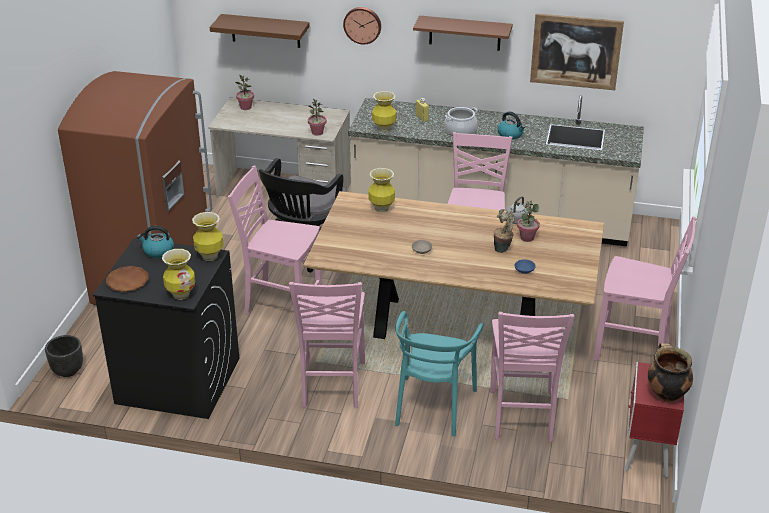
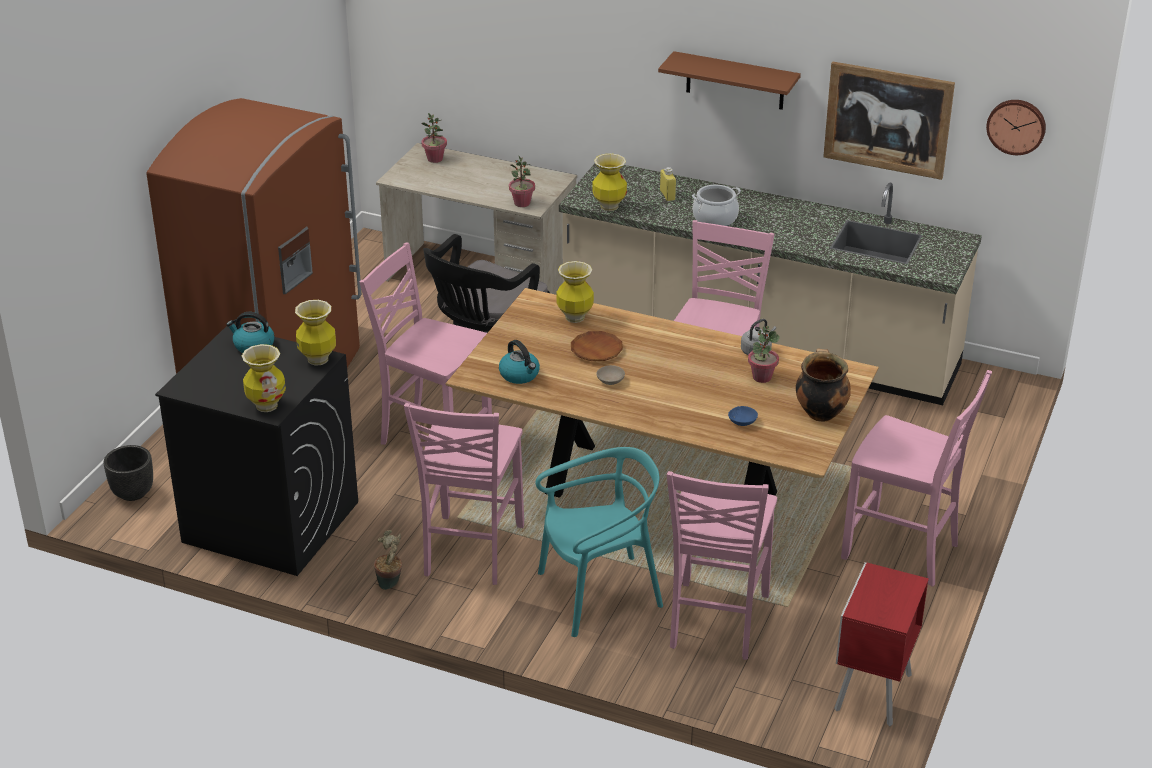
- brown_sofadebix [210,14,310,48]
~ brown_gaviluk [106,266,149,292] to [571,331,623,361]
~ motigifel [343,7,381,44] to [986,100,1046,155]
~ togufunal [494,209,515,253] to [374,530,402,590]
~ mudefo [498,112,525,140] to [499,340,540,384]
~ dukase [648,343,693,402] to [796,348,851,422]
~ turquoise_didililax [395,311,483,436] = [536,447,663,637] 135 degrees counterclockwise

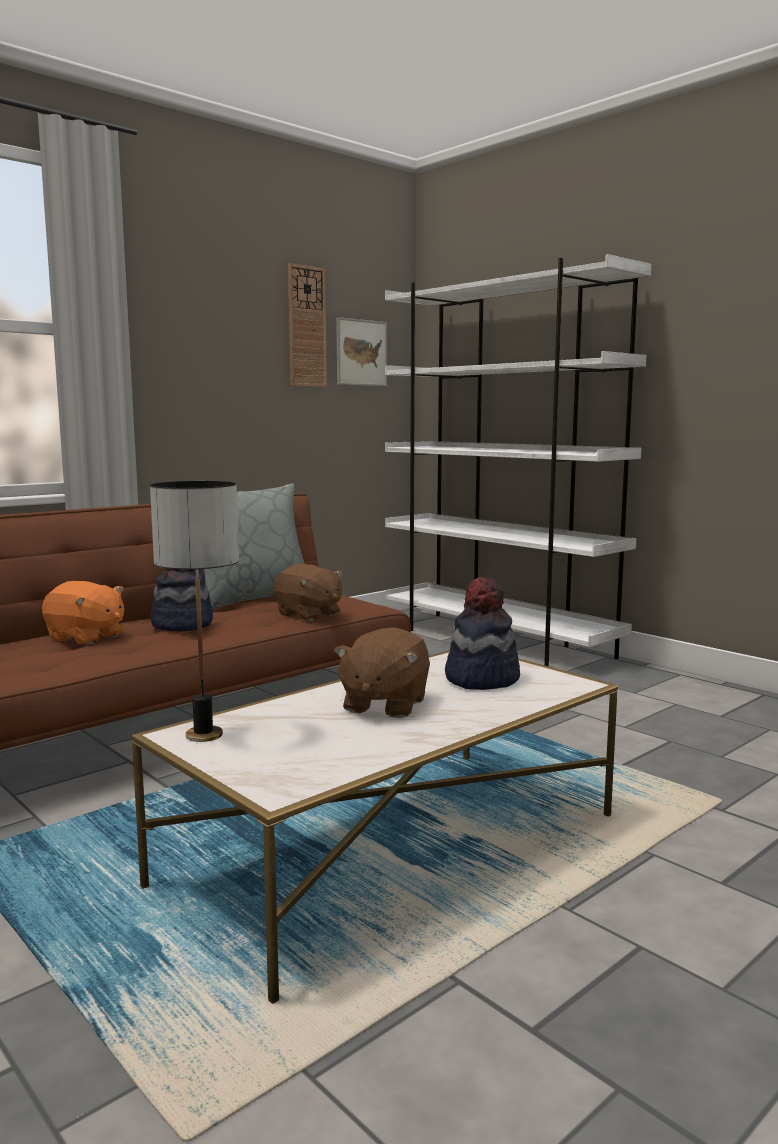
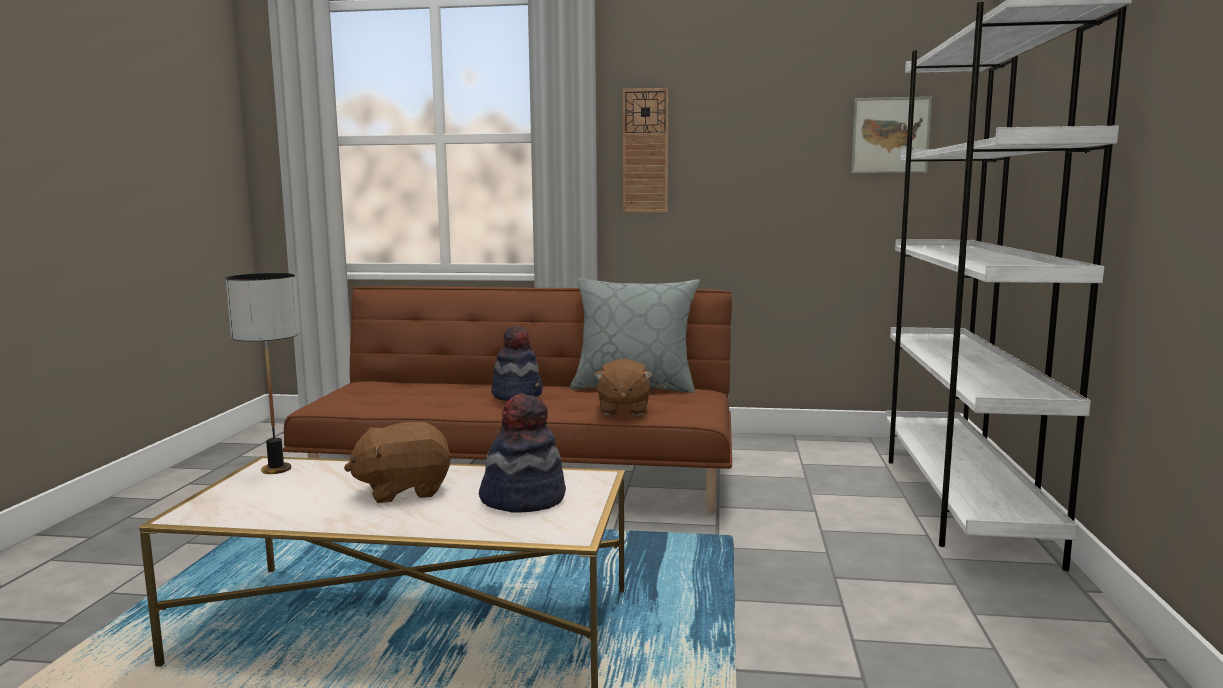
- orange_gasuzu [42,581,124,645]
~ motigifel [288,264,327,387] to [623,88,668,212]

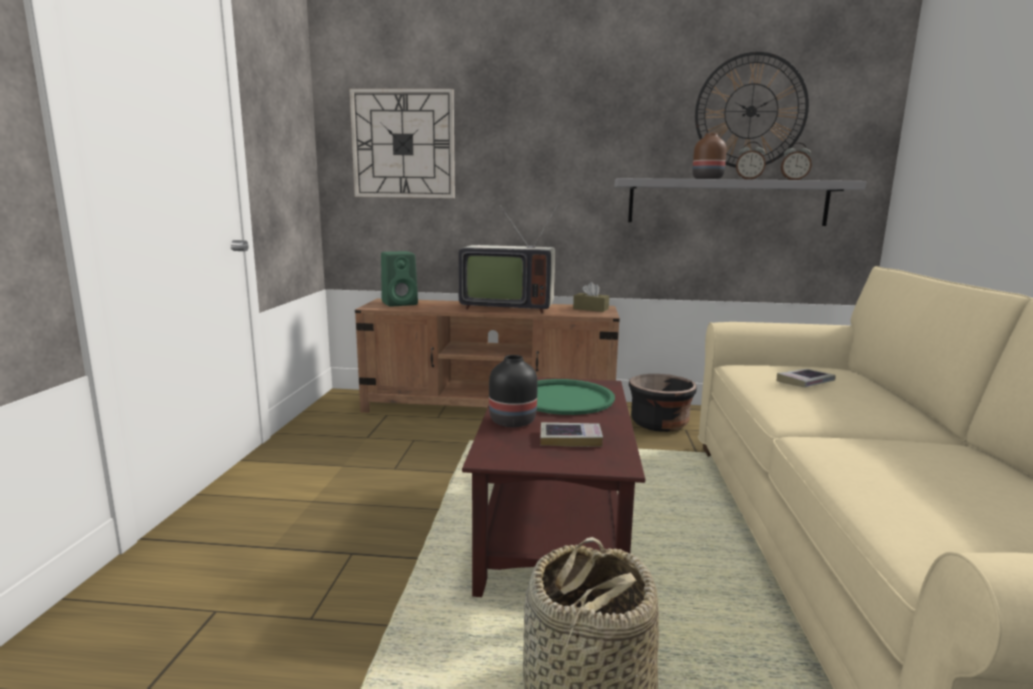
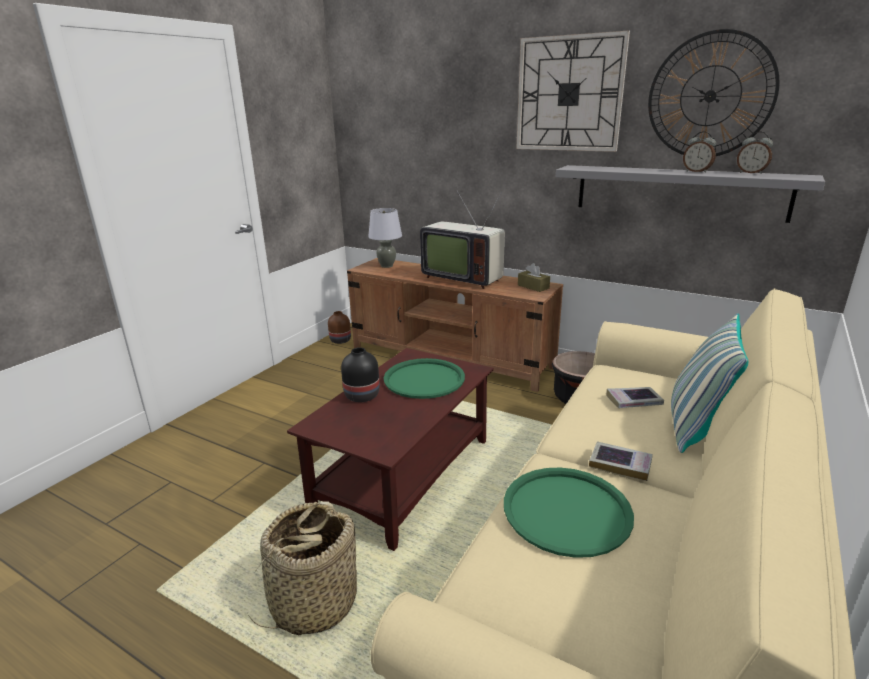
+ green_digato [504,468,634,558]
+ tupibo [671,314,748,453]
~ motigifel [350,89,455,198] to [516,30,630,152]
~ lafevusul [540,422,603,447] to [589,441,653,481]
~ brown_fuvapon [692,133,727,179] to [328,311,351,344]
~ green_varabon [381,251,418,307] to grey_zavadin [368,208,402,268]

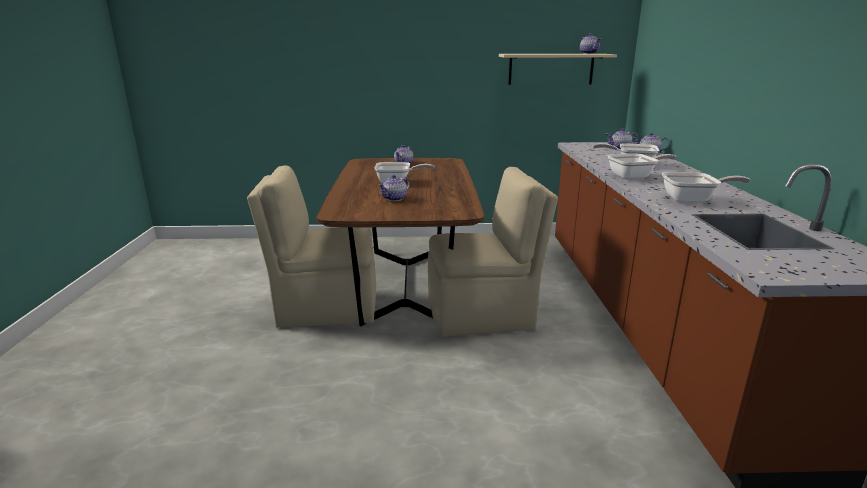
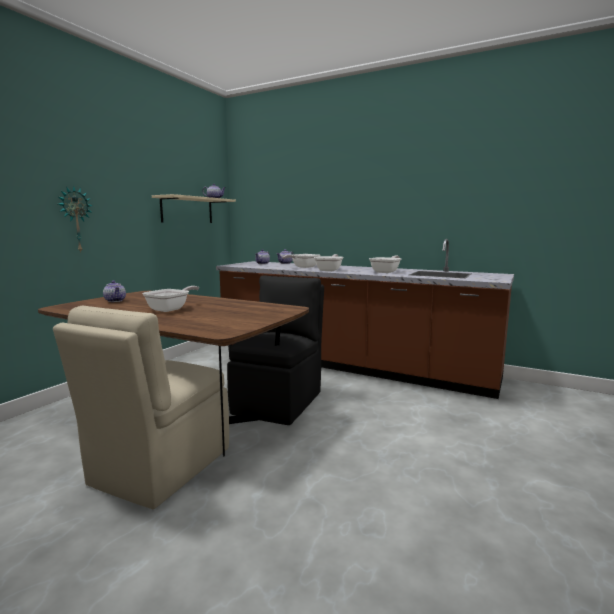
- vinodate [378,175,410,201]
+ motigifel [58,186,92,253]
~ beige_didililax [428,167,558,337] to black_didililax [227,275,324,425]

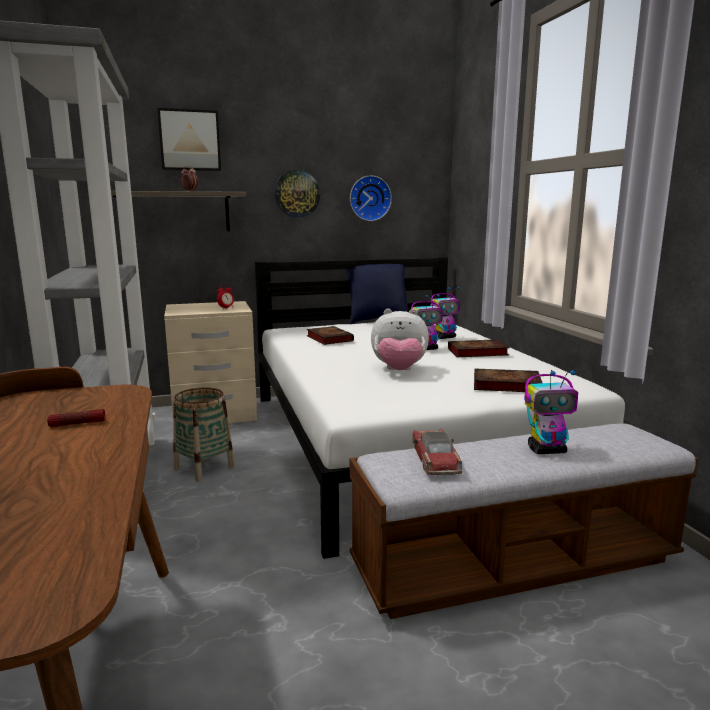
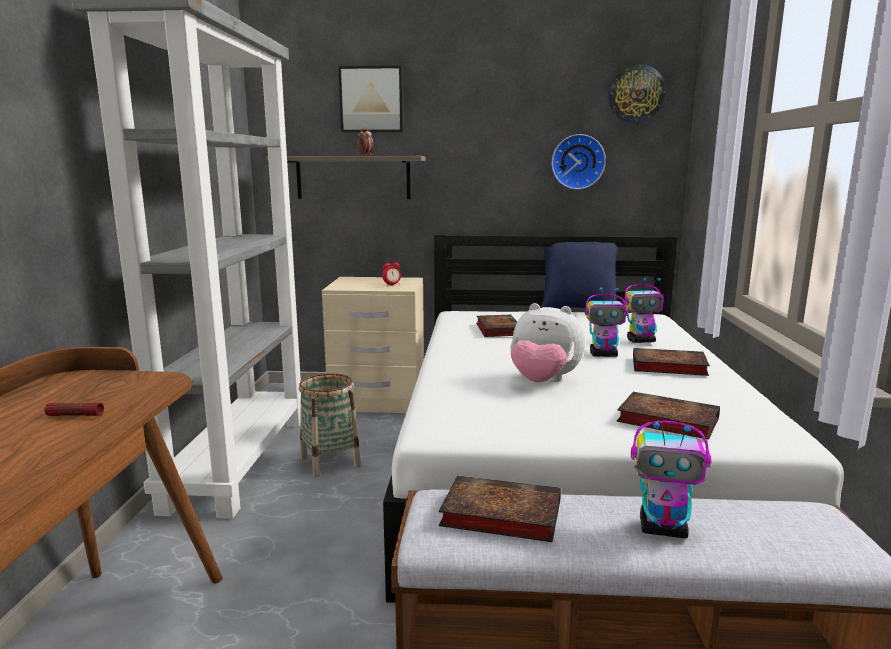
~ motigifel [275,170,320,218] to [608,64,666,123]
~ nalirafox [412,428,462,475] to lafevusul [439,475,561,542]

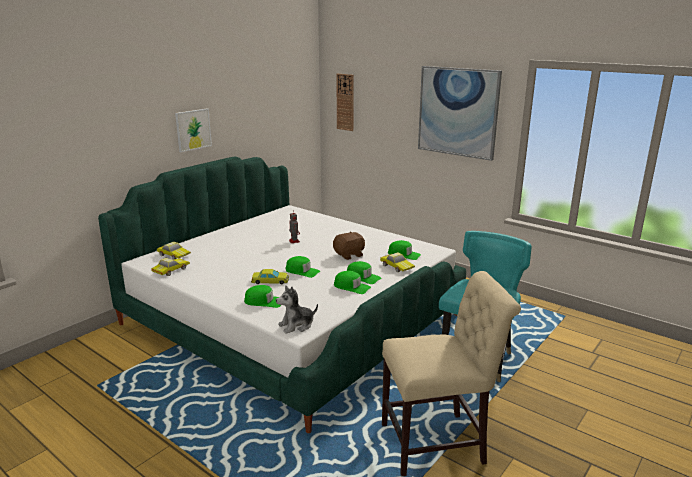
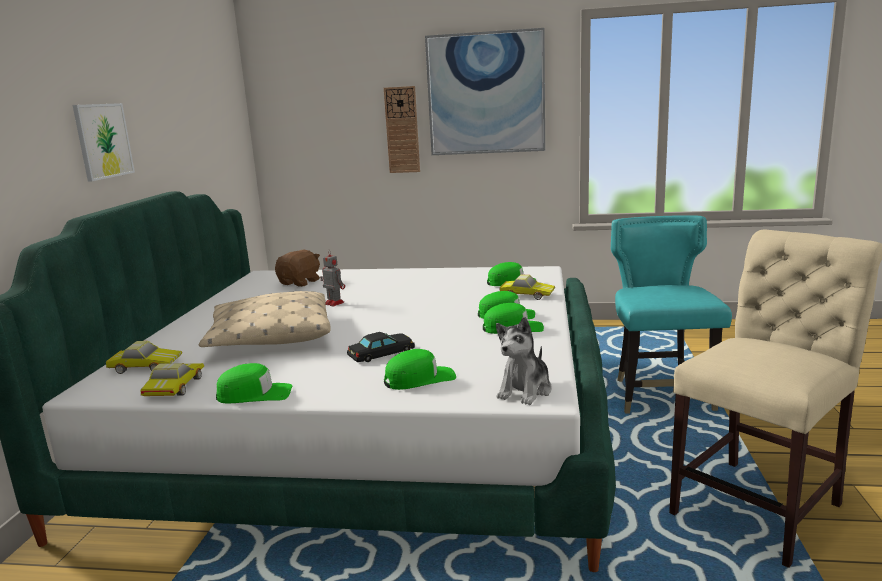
+ beige_tupibo [199,291,331,347]
~ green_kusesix [286,256,320,278] to [216,363,292,403]
~ brown_gasuzu [333,231,365,260] to [275,250,320,287]
~ motigifel [336,74,354,131] to [384,86,420,173]
~ yellow_nalirafox [251,269,289,284] to black_nalirafox [347,332,415,362]

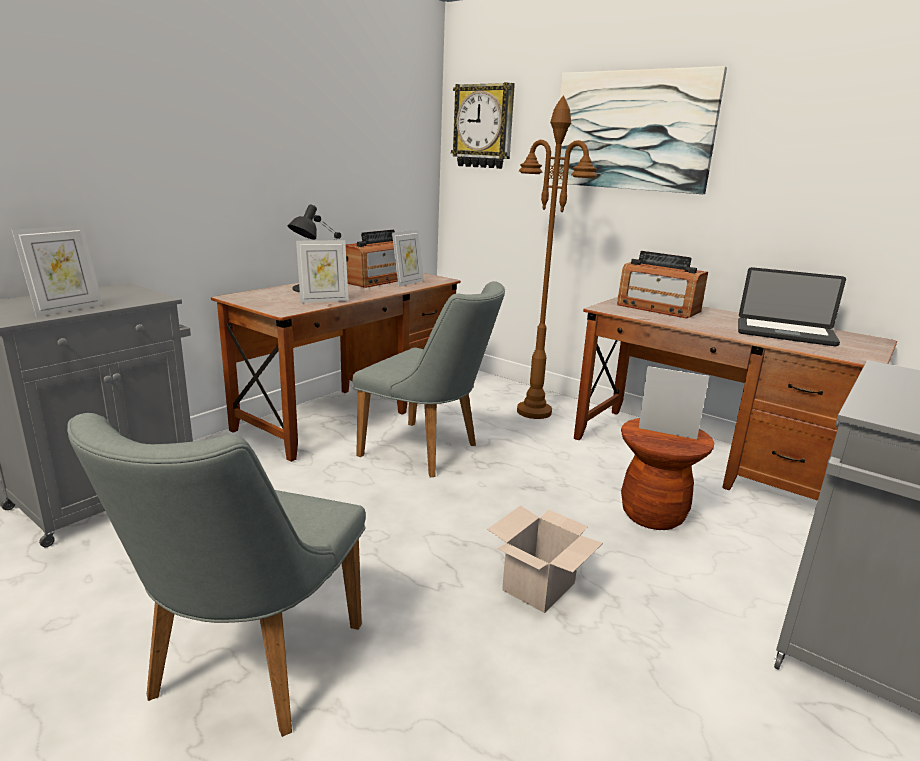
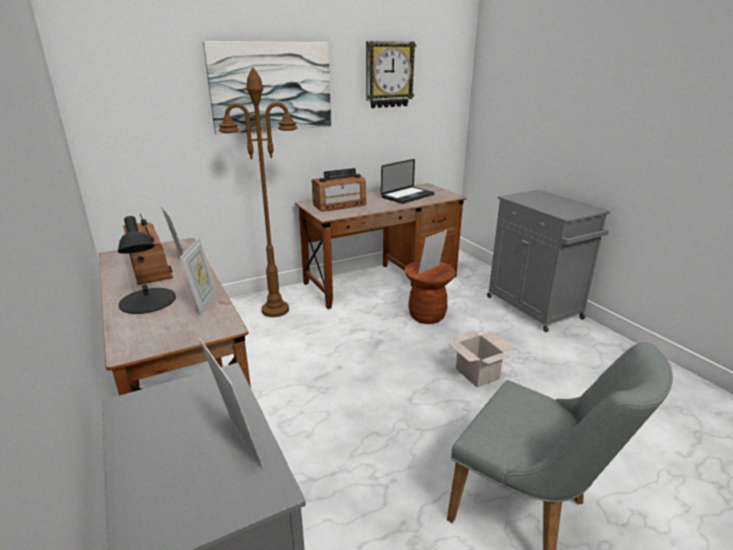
- grey_didililax [353,281,505,477]
~ motigifel [451,82,515,169] to [366,41,416,108]

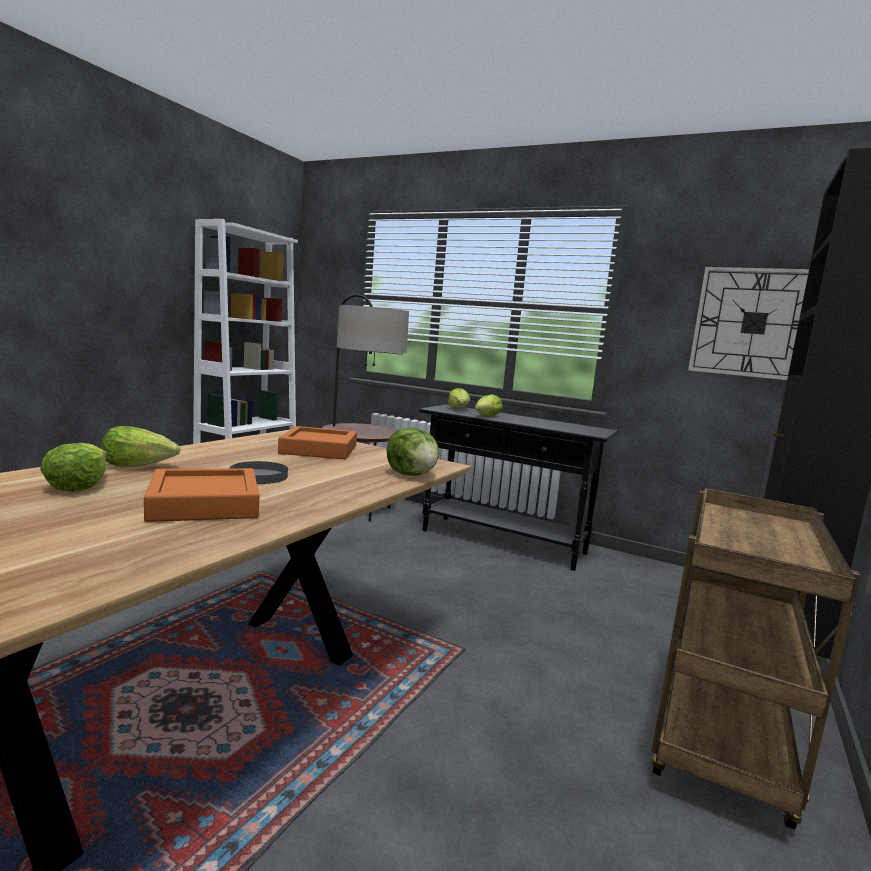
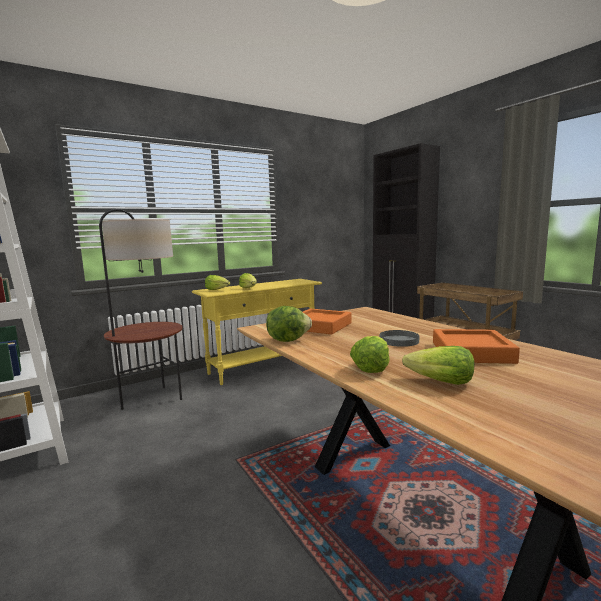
- motigifel [688,267,809,380]
~ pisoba [387,427,439,476] to [266,306,312,342]
~ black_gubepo [419,405,619,571] to yellow_gubepo [192,279,322,385]

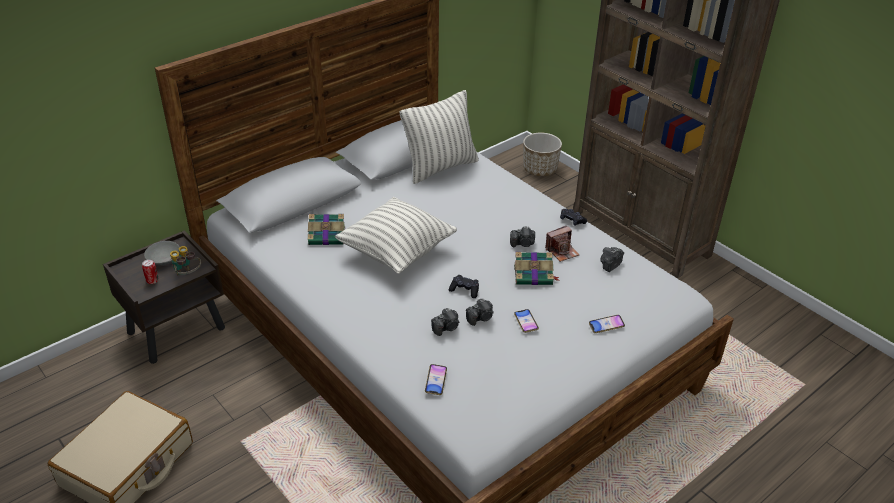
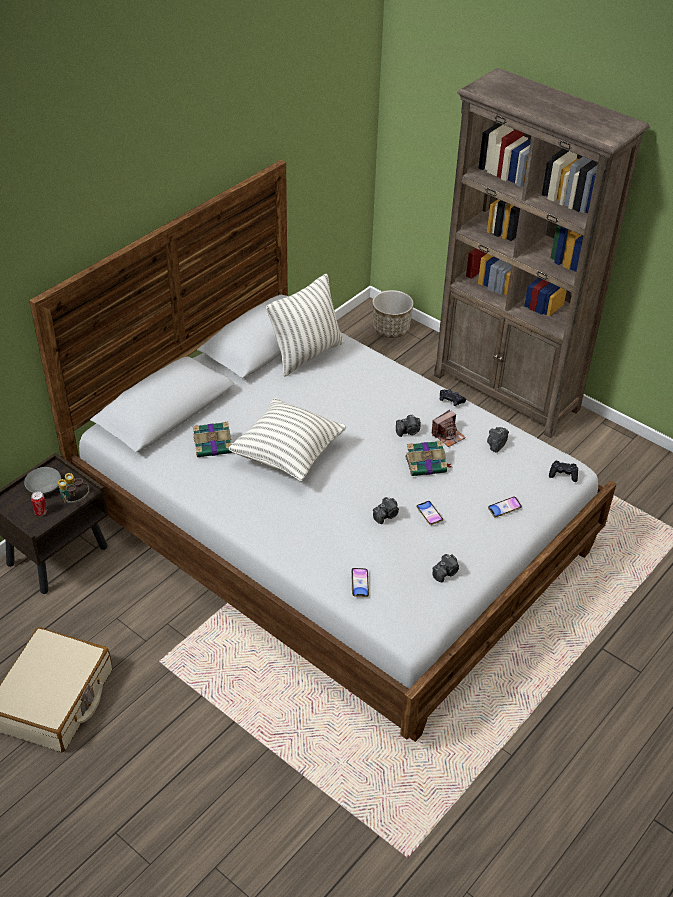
~ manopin [431,308,459,336] to [433,554,459,582]
~ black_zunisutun [449,275,479,298] to [549,461,578,482]

